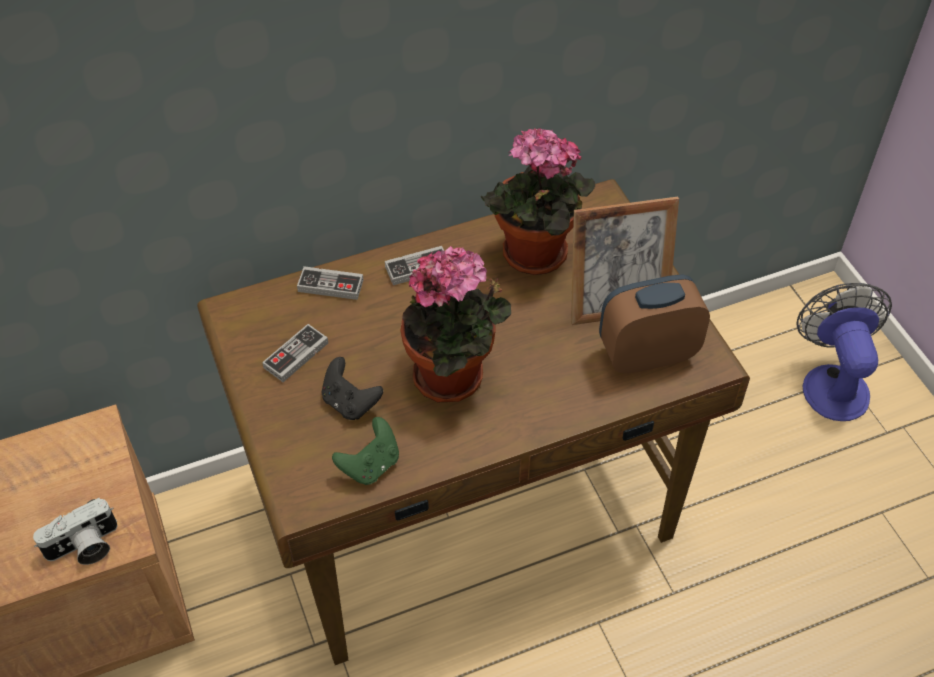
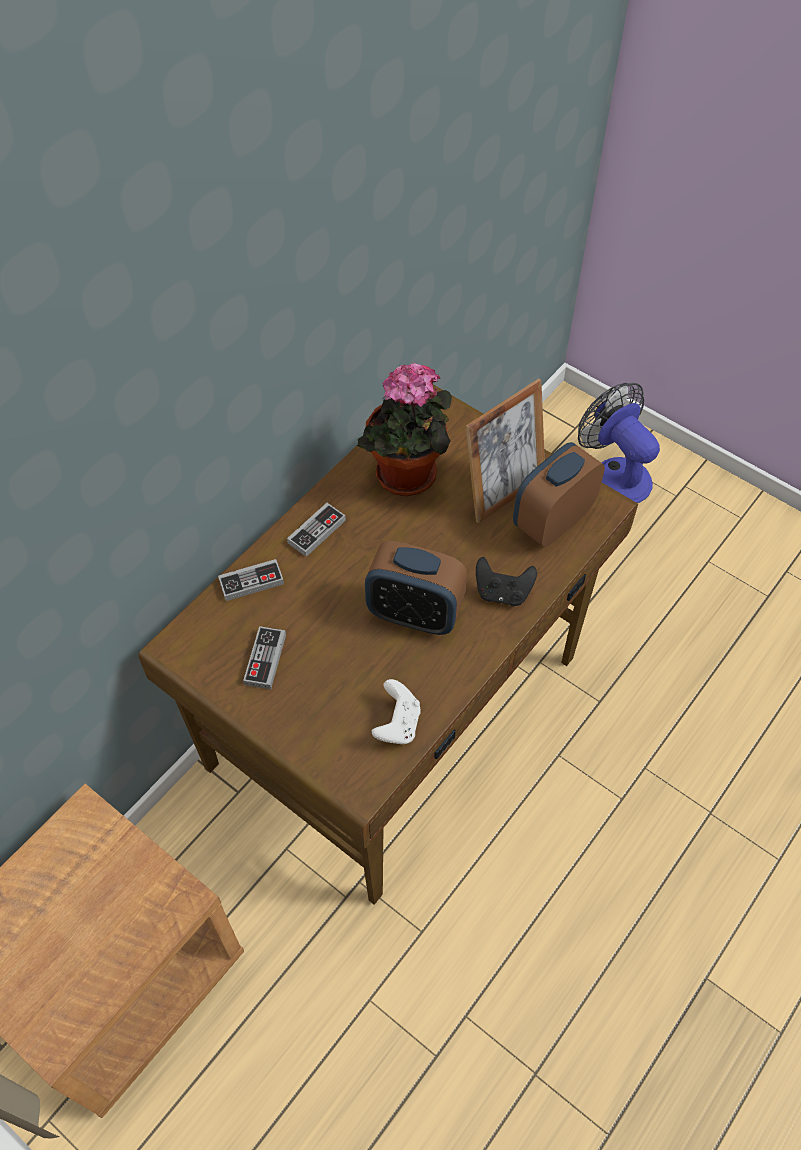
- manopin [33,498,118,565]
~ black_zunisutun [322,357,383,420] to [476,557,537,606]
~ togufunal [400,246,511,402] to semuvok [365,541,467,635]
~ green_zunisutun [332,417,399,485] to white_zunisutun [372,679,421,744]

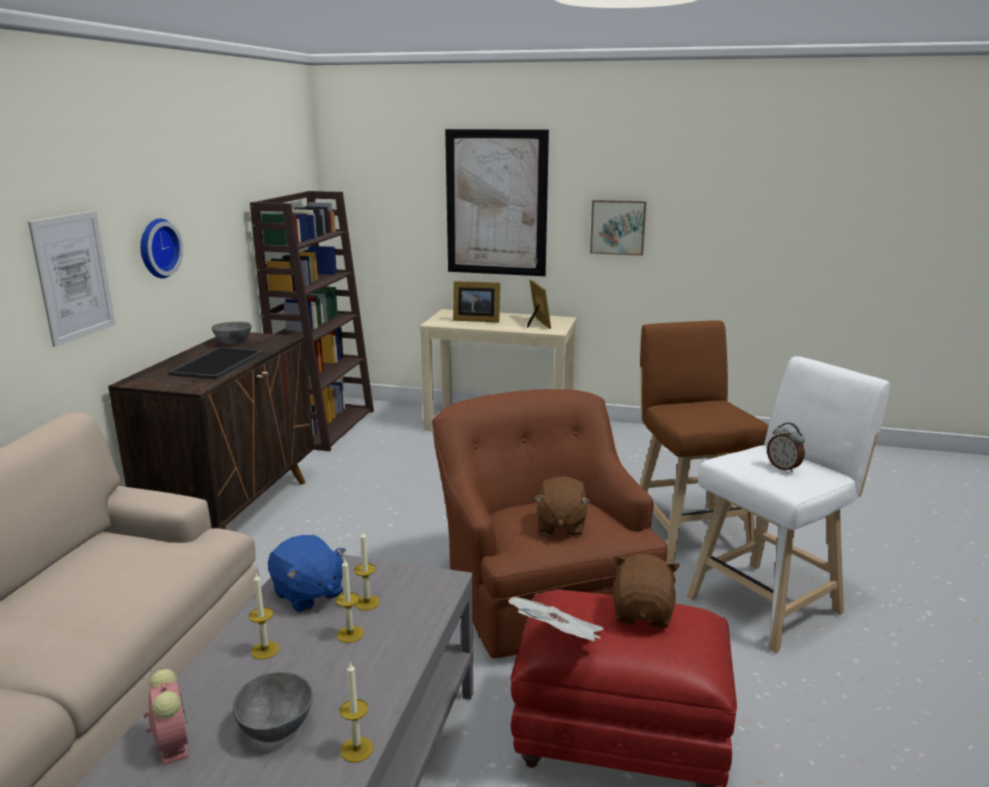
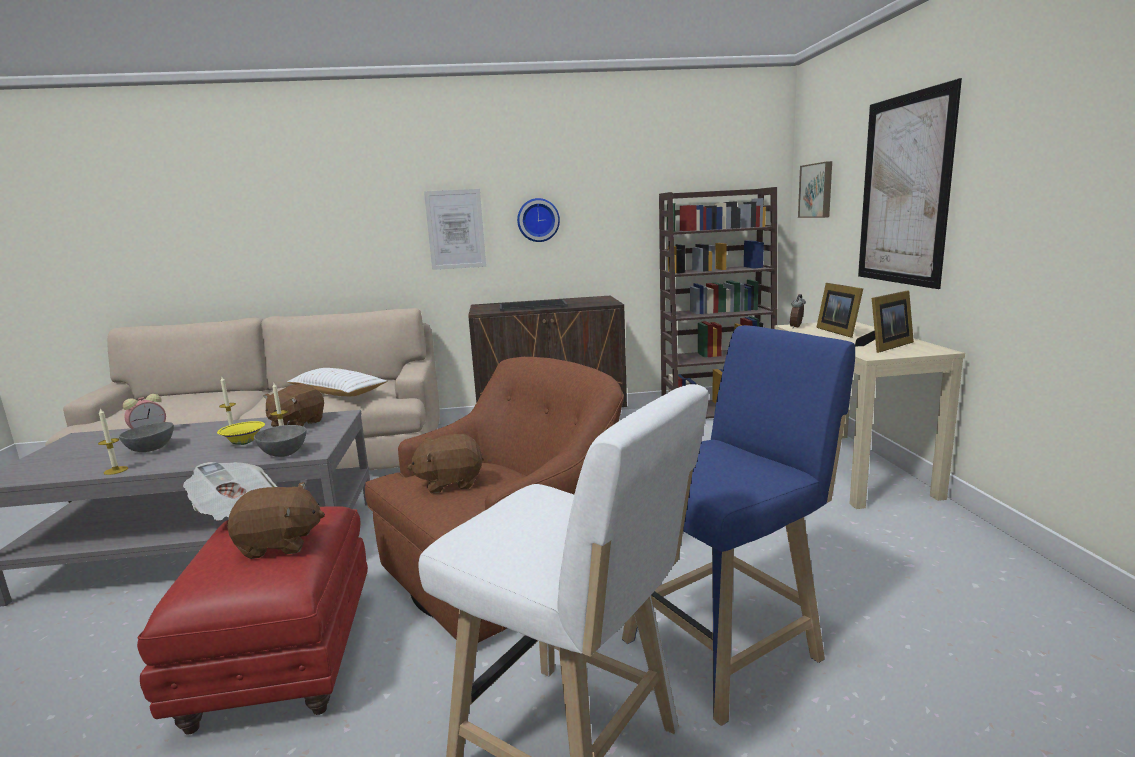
+ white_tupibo [287,368,387,396]
~ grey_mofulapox [212,322,252,344] to [254,425,307,457]
~ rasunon [590,200,646,256] to [798,161,832,218]
~ semuvok [767,423,805,473] to [790,294,806,329]
~ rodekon [336,558,364,643] to yellow_mofulapox [217,421,265,445]
~ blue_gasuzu [268,535,346,612] to brown_gasuzu [263,384,324,427]
~ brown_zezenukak [640,320,769,563] to blue_zezenukak [622,325,855,726]

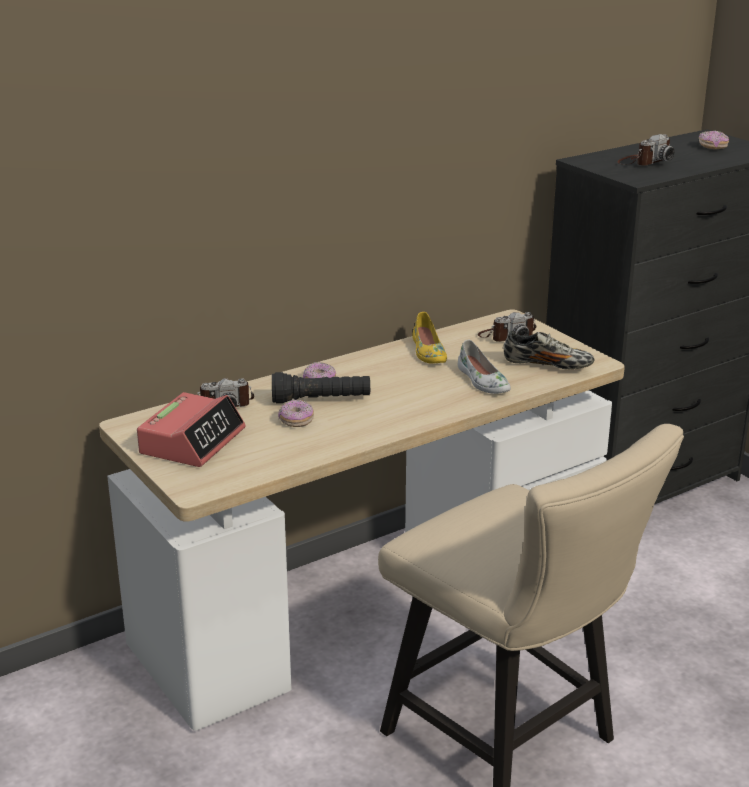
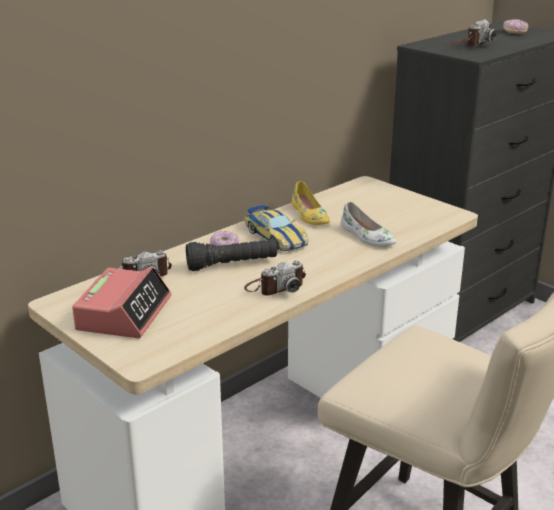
- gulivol [278,400,314,427]
- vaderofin [504,331,594,370]
+ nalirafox [244,205,309,251]
~ manopin [478,312,536,342] to [244,260,306,296]

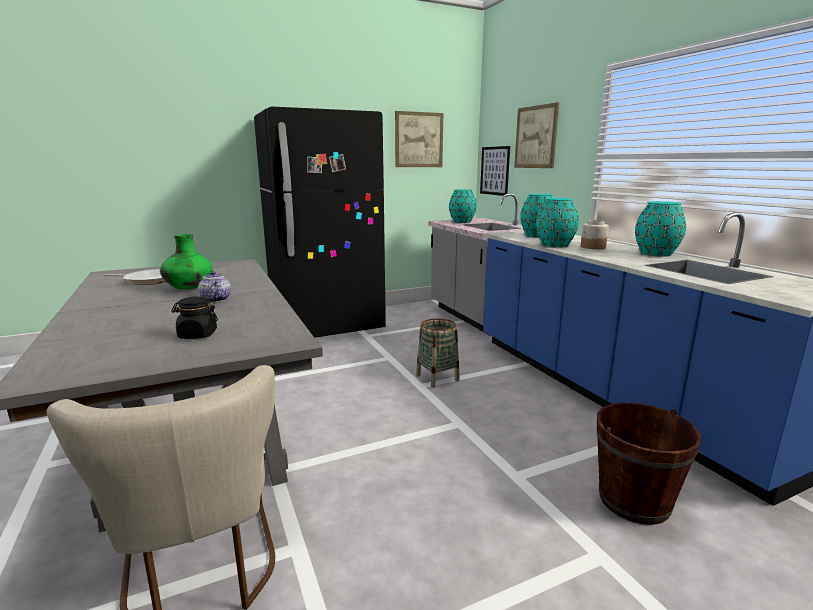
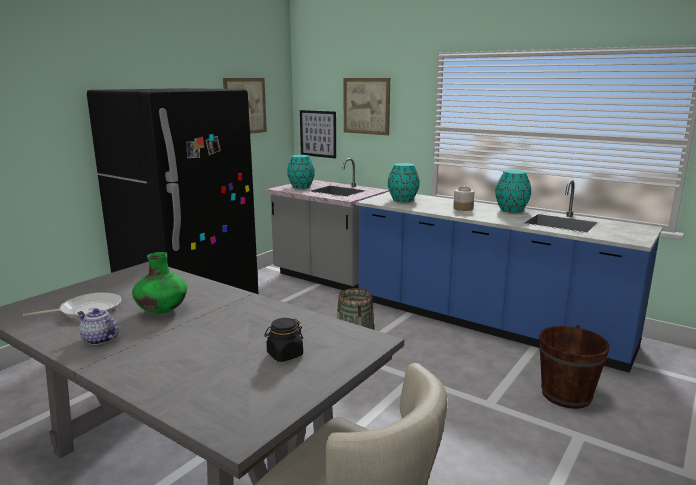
- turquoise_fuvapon [536,198,579,248]
~ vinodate [198,271,231,303] to [77,308,119,345]

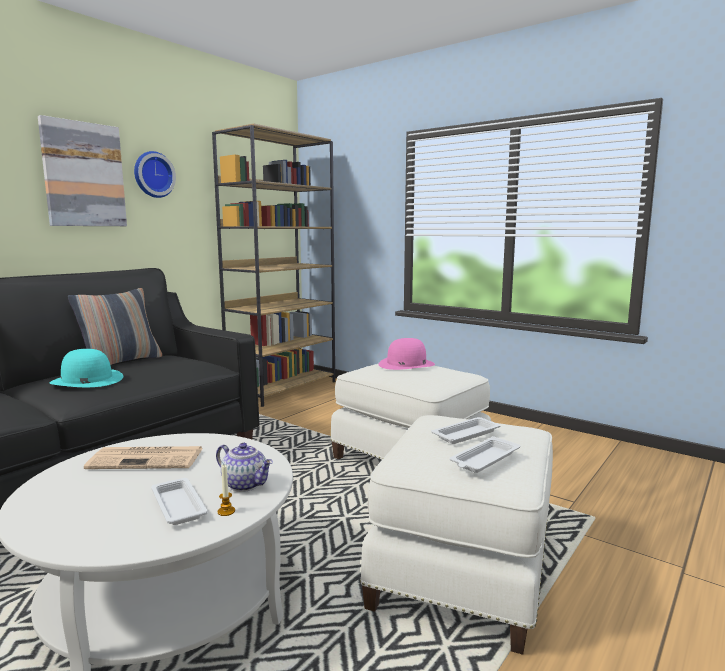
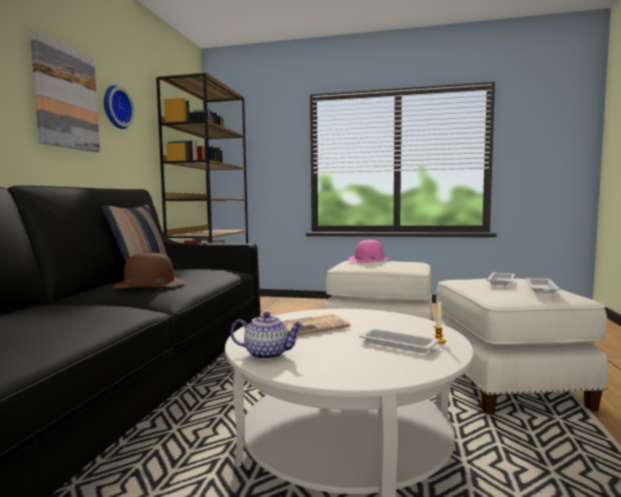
~ vinodate [216,443,273,492] to [230,312,304,360]
~ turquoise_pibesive [50,349,123,387] to brown_pibesive [113,253,185,288]

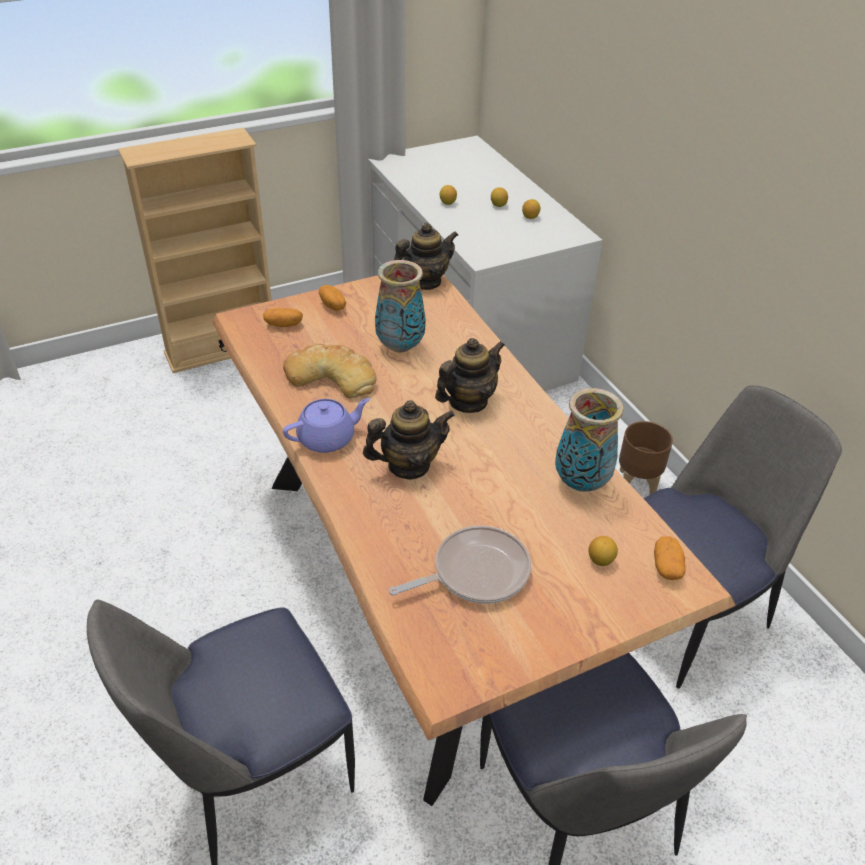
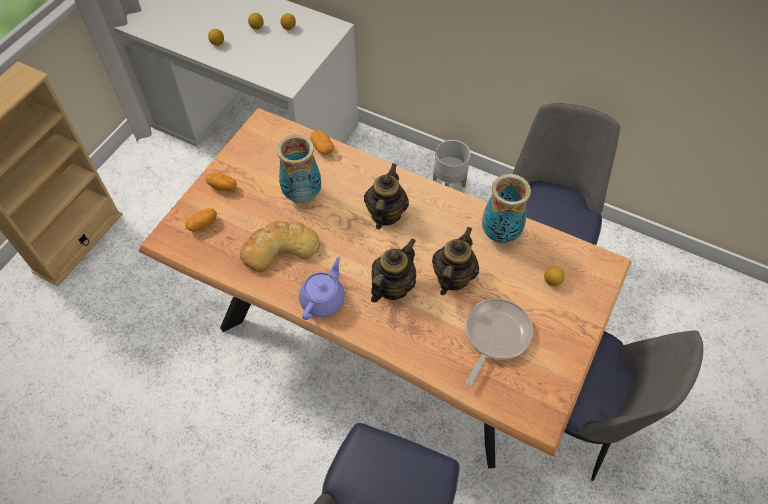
~ vinodate [394,223,458,290] to [432,227,479,295]
~ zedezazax [654,536,686,580] to [310,130,334,155]
~ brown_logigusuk [619,421,673,494] to grey_logigusuk [433,140,471,188]

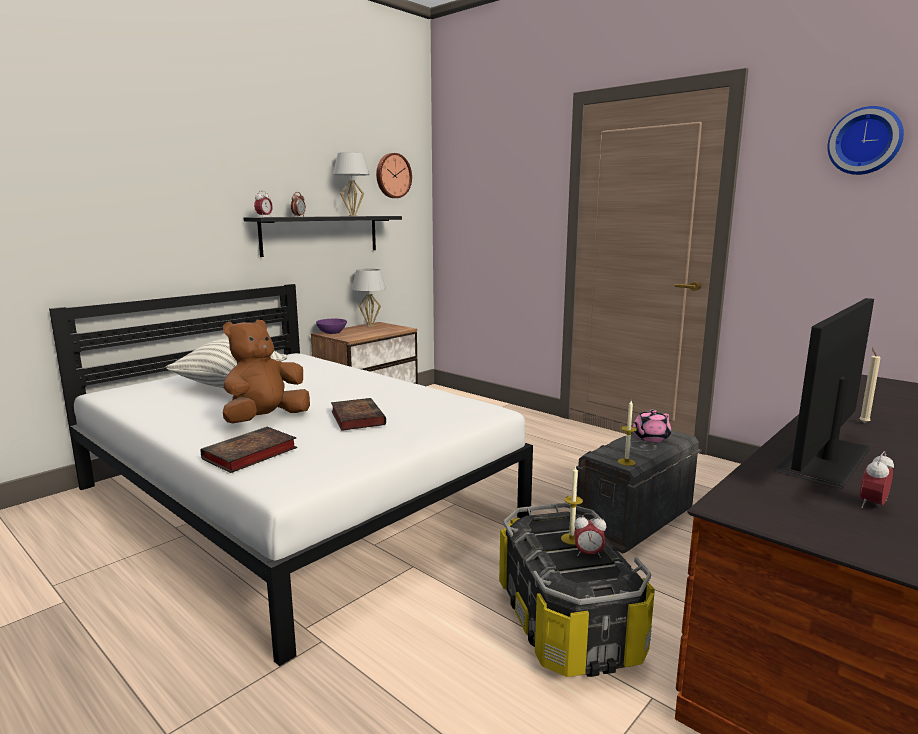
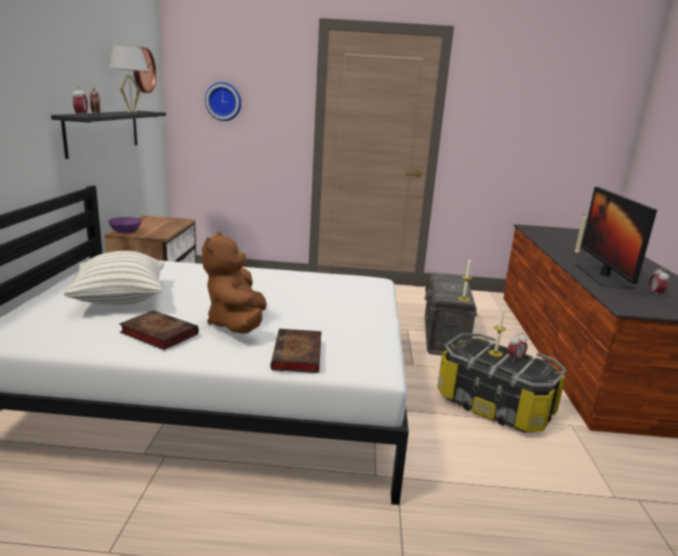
- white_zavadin [352,269,386,327]
- pink_vinodate [633,410,671,442]
~ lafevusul [331,398,386,431] to [119,310,199,350]
~ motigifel [827,106,904,175] to [205,82,241,121]

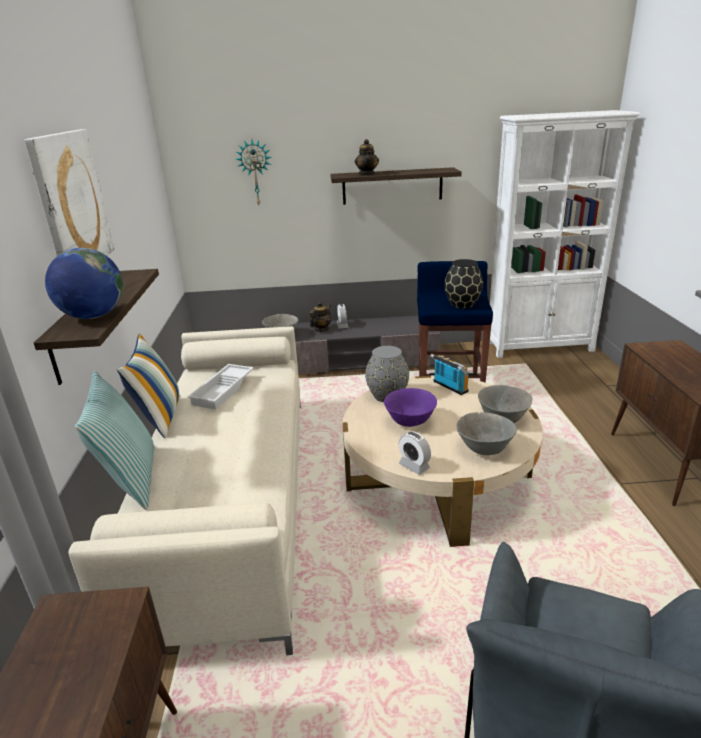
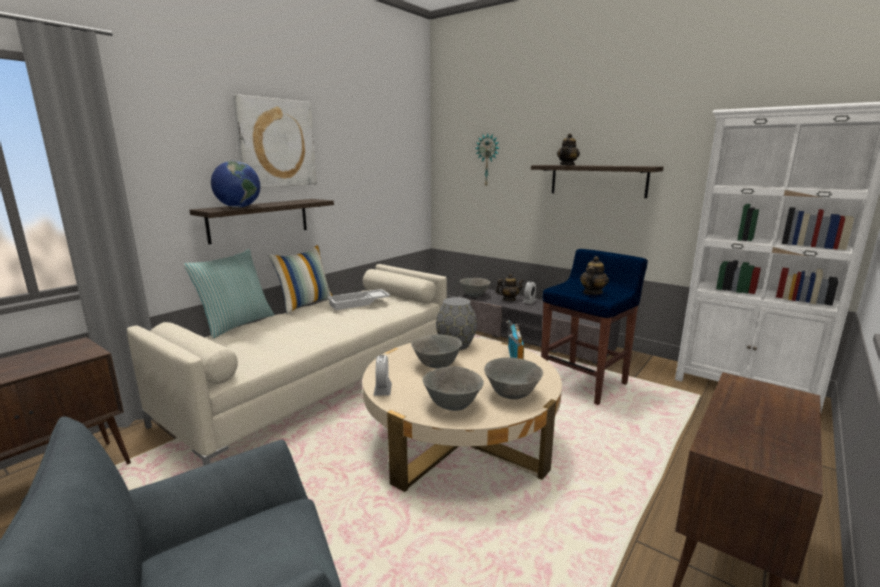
~ black_fuvapon [444,259,483,308] to vinodate [580,256,609,295]
~ purple_mofulapox [384,388,437,427] to grey_mofulapox [411,335,462,368]

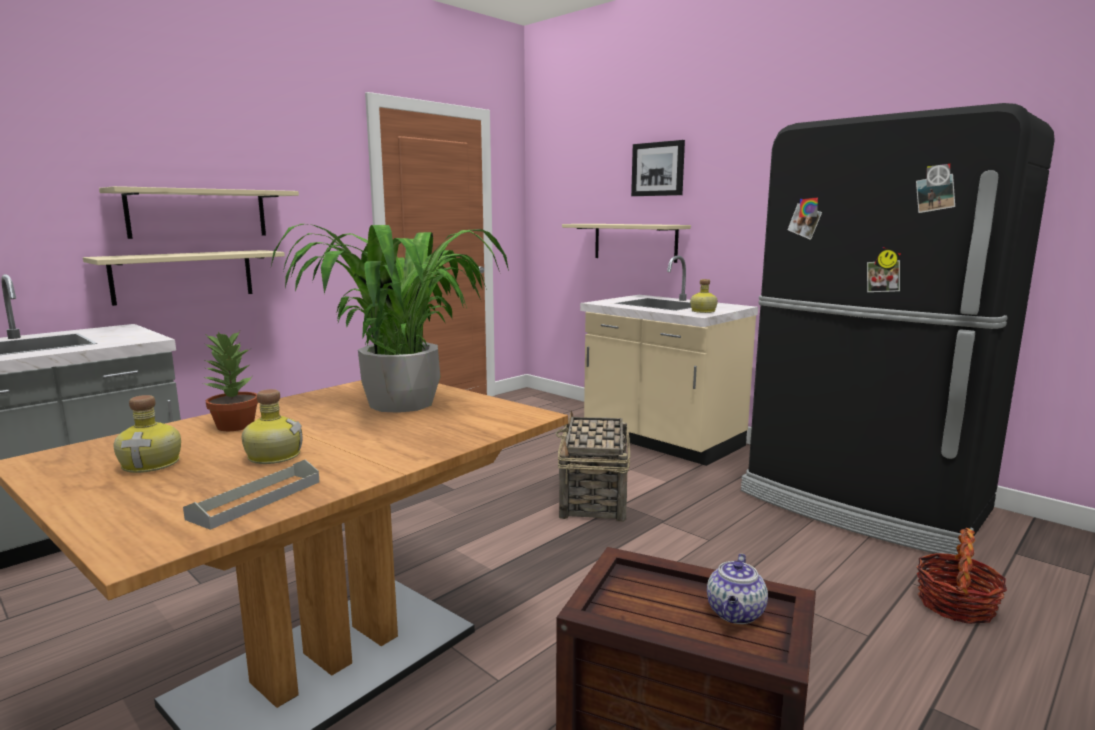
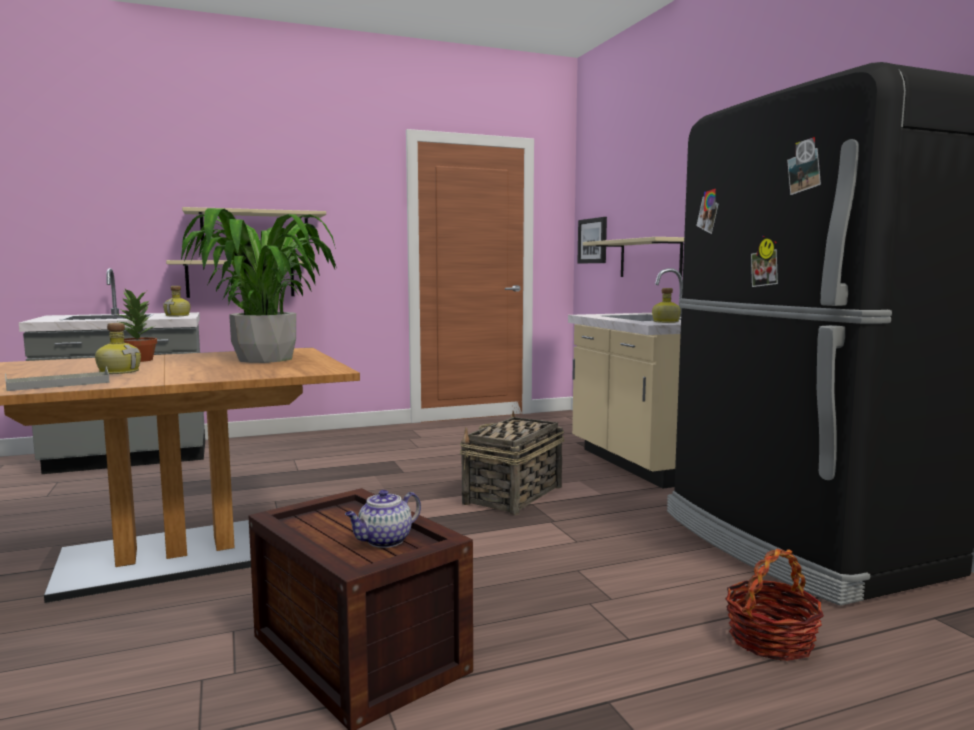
~ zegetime [114,395,181,473] to [163,286,190,316]
~ rasunon [631,140,685,196] to [577,217,607,263]

